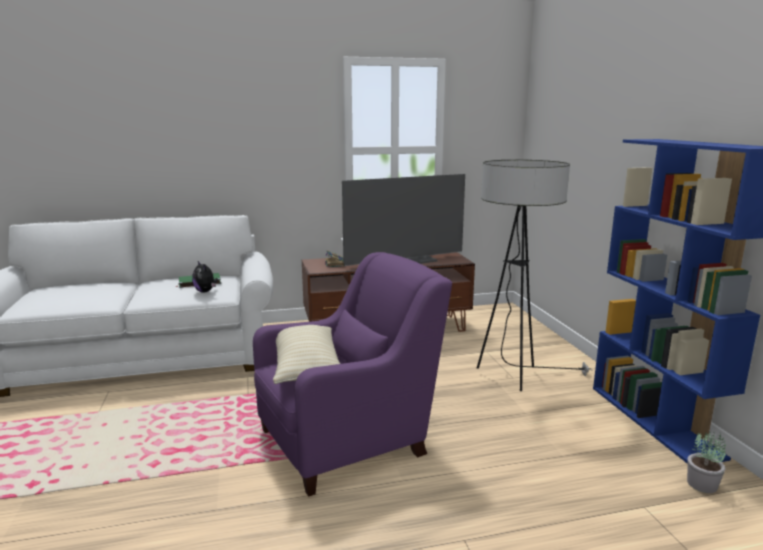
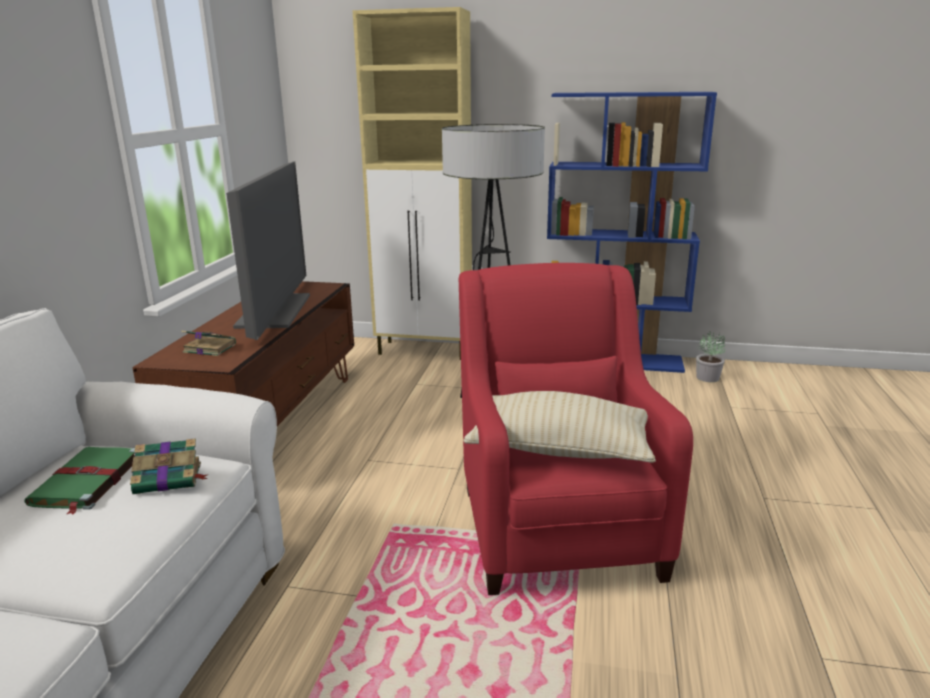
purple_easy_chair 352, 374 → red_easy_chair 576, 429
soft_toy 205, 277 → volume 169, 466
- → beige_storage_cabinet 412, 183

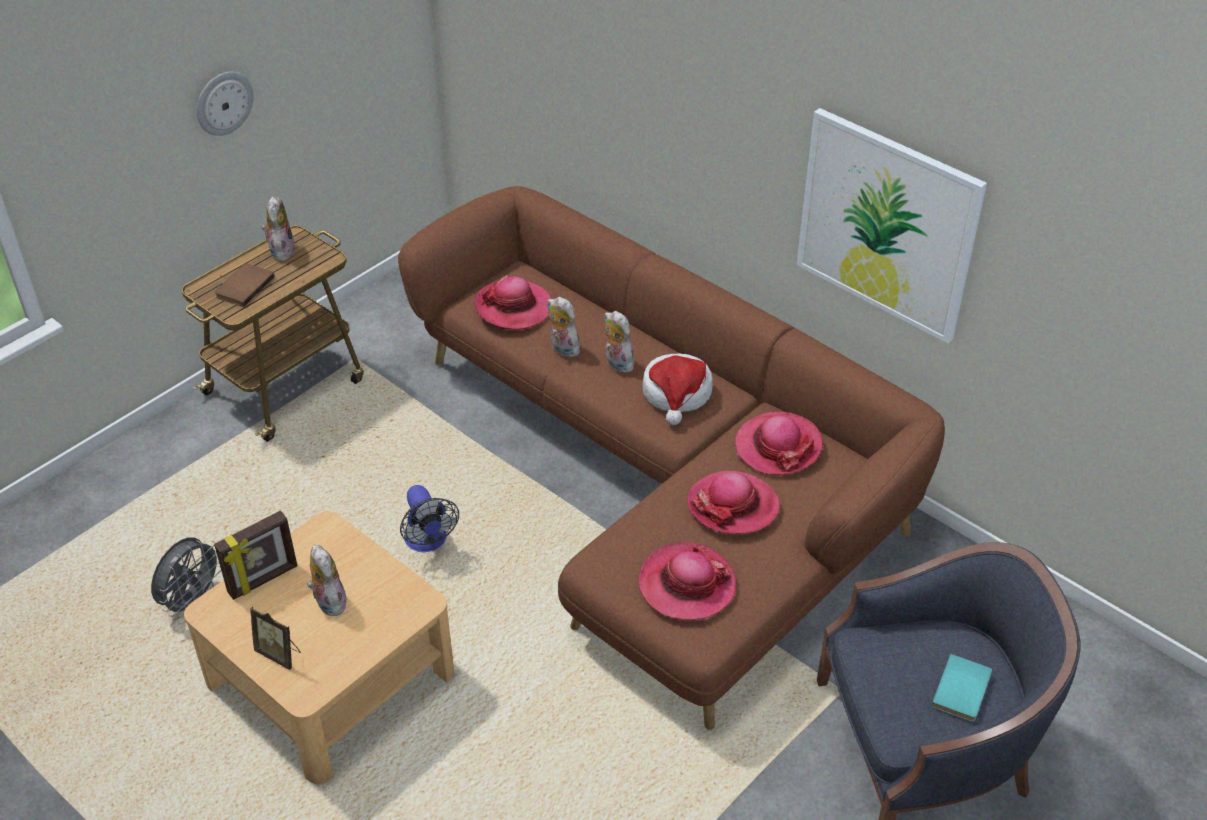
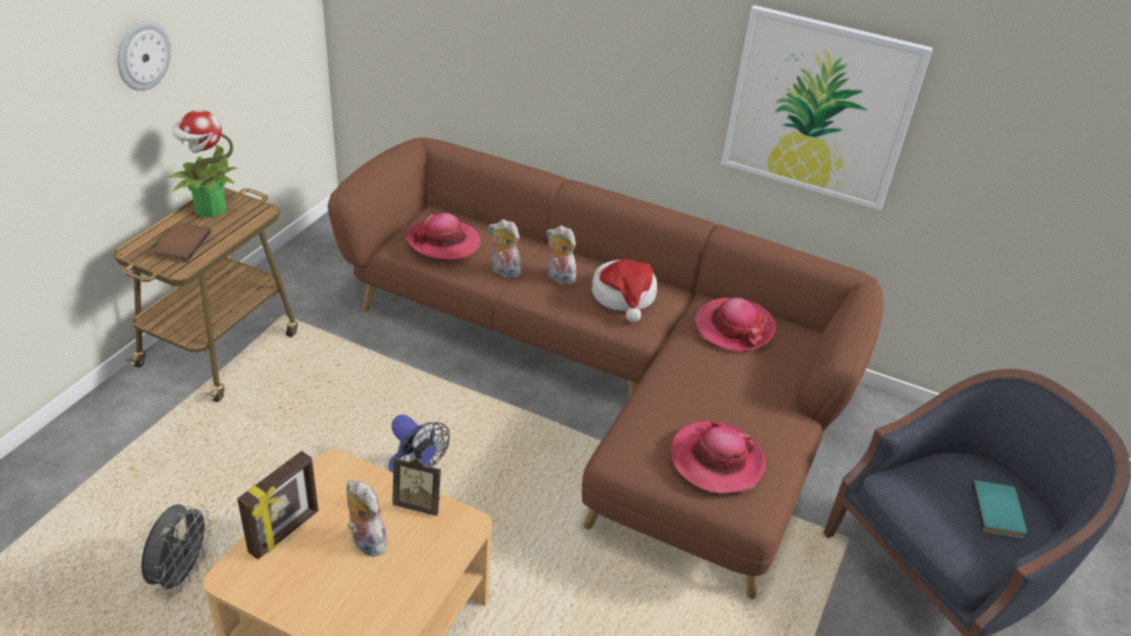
soft_toy 279, 228 → houseplant 203, 163
hat 733, 502 → -
photo_frame 275, 638 → photo_frame 416, 486, moved

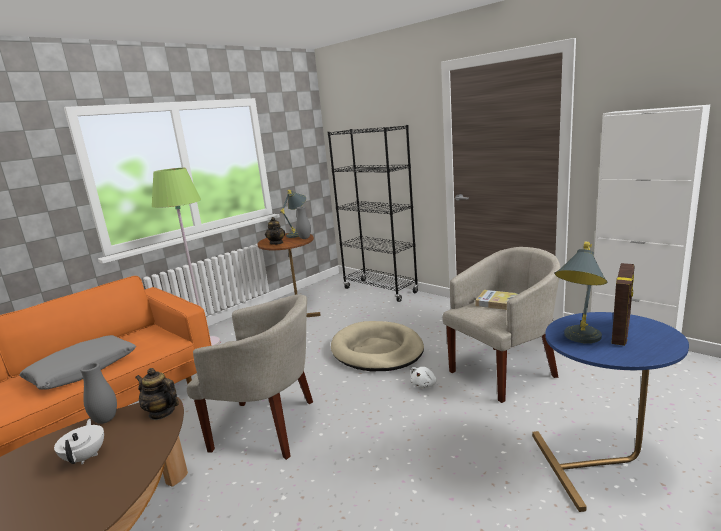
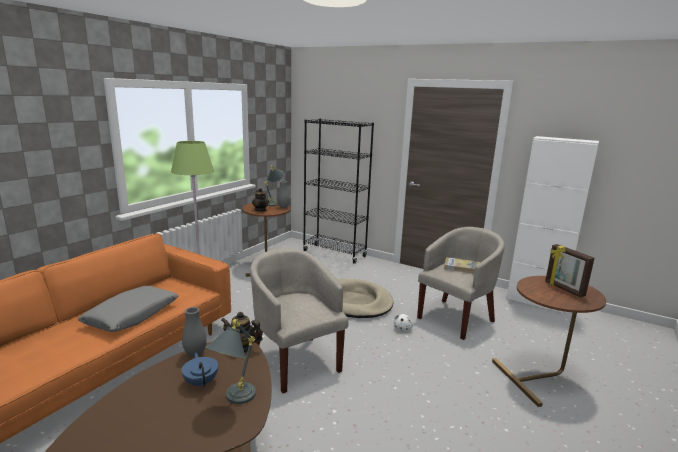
gray_table_lamp 581, 292 → gray_table_lamp 230, 361, moved
photo_frame 623, 304 → photo_frame 569, 271, 135 degrees clockwise
beige_easy_chair 250, 377 → beige_easy_chair 299, 321, 120 degrees counterclockwise
blue_side_table 610, 412 → brown-coloured_side_table 549, 341
whitish_pot_for_tea 79, 441 → blue_pot_for_tea 200, 370

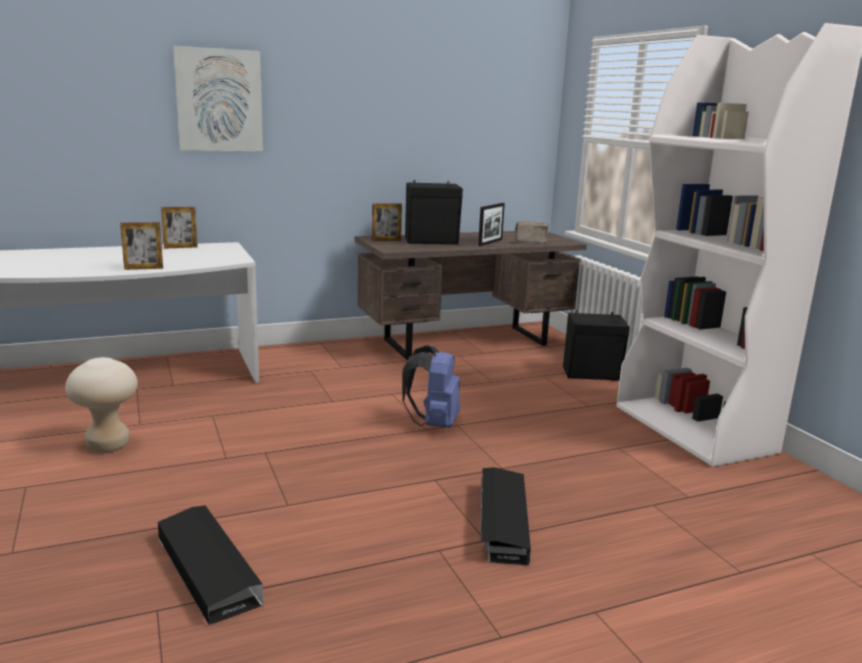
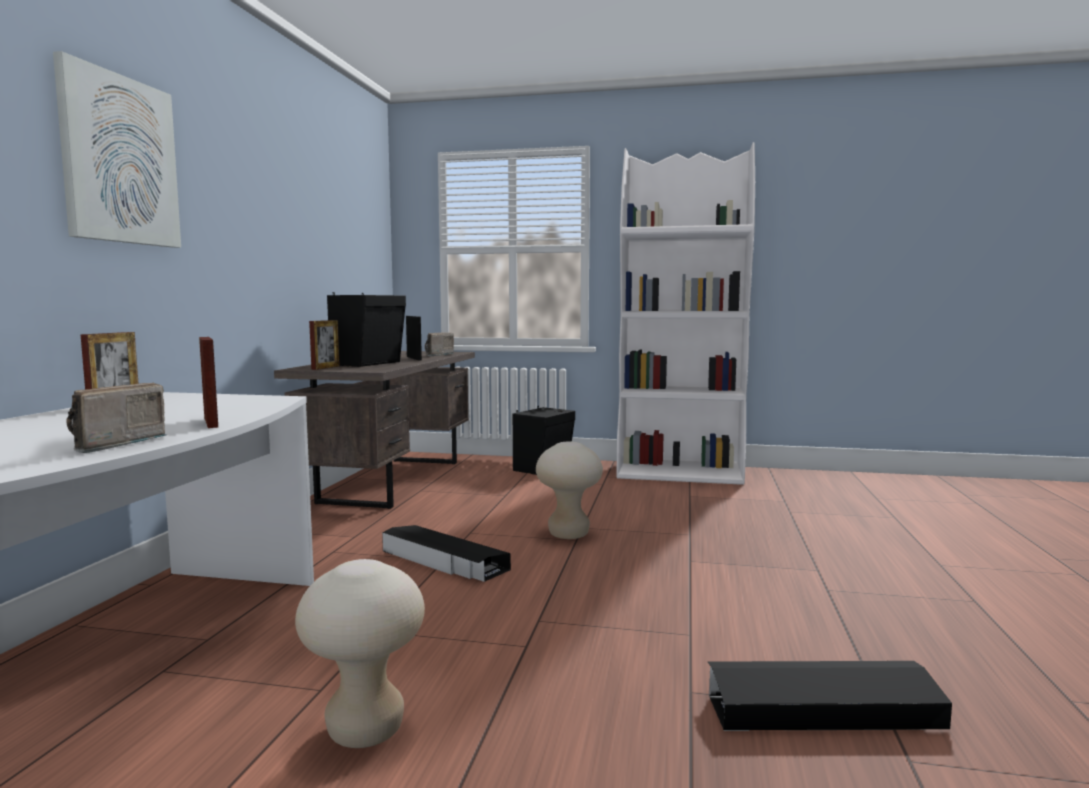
photo_frame 141, 246 → photo_frame 208, 382, 45 degrees counterclockwise
blue_backpack 431, 386 → beige_stool_seat 569, 490
black-coloured_storage_box 505, 516 → black-coloured_storage_box 446, 553, moved
- → radio_receiver 116, 417

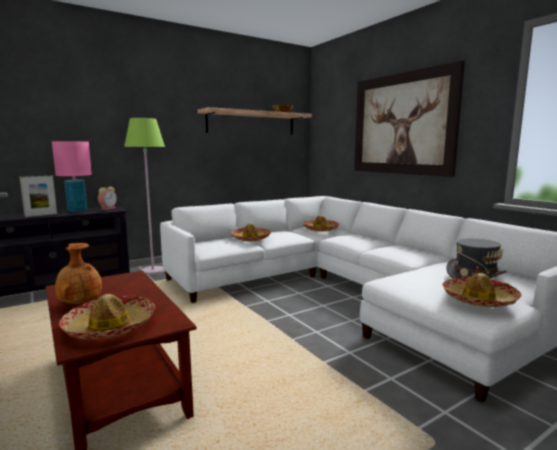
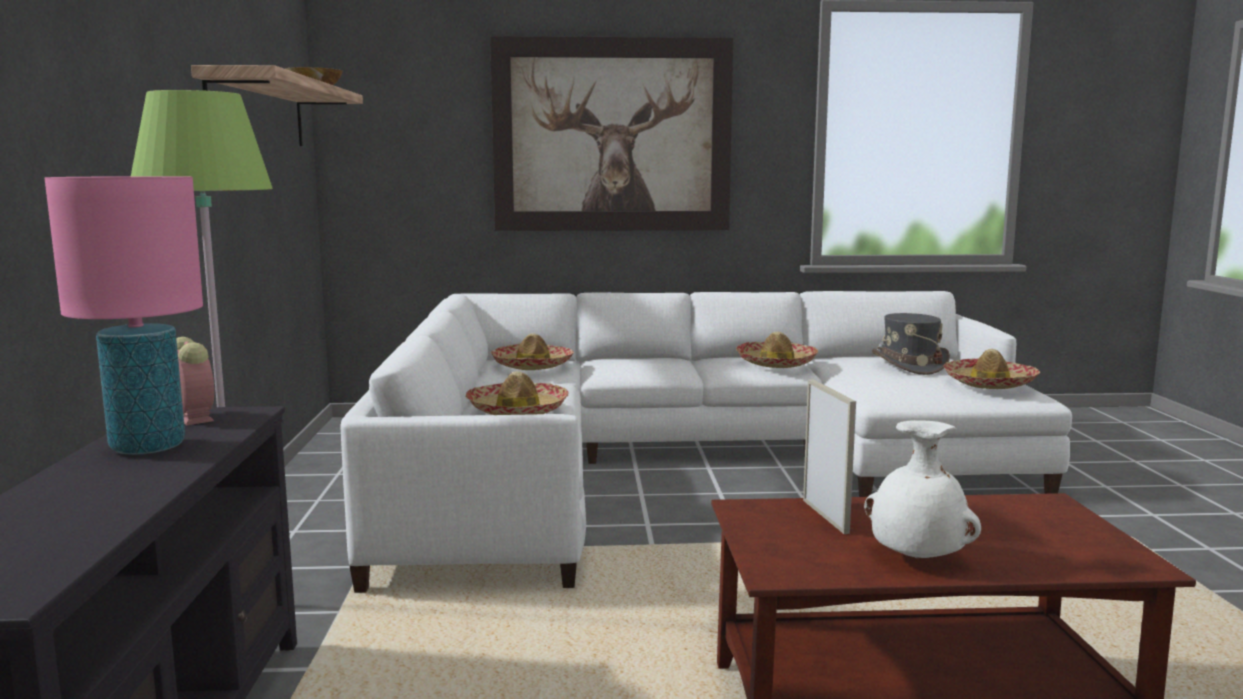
photo_frame 38, 196 → photo_frame 829, 456, moved
brown-coloured_decorative_vase 78, 273 → whitish_decorative_vase 922, 489
hat 107, 317 → hat 777, 350, moved

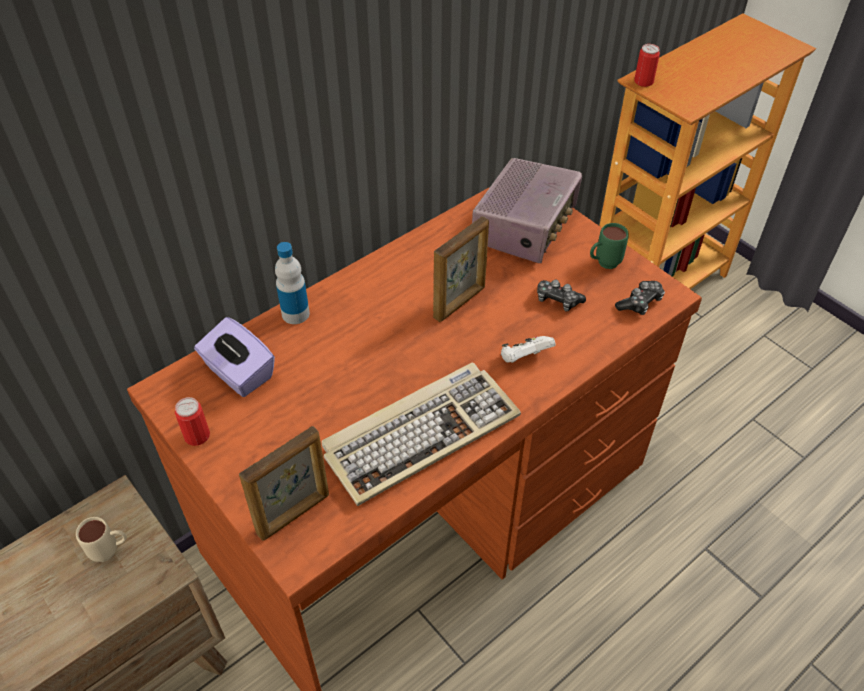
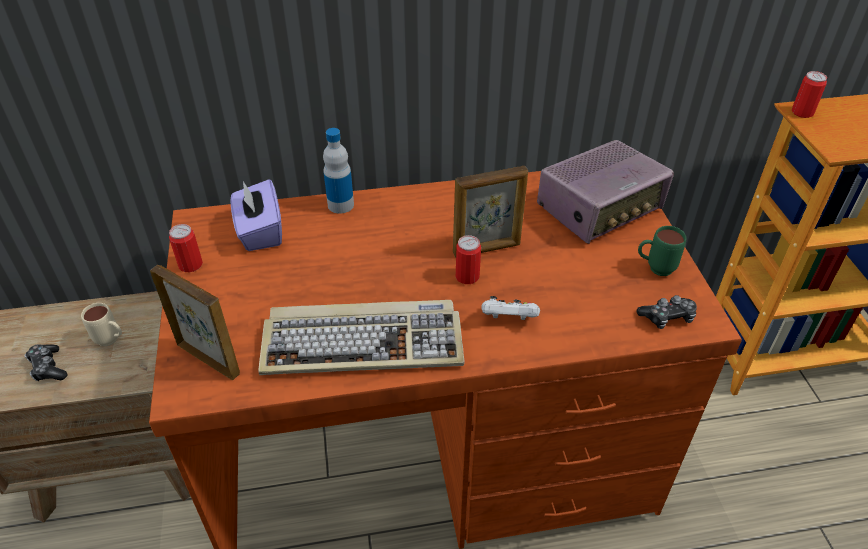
gamepad 561, 295 → gamepad 46, 362, moved
photo_frame 284, 483 → photo_frame 195, 323, 135 degrees counterclockwise
- → sealed_can 468, 259

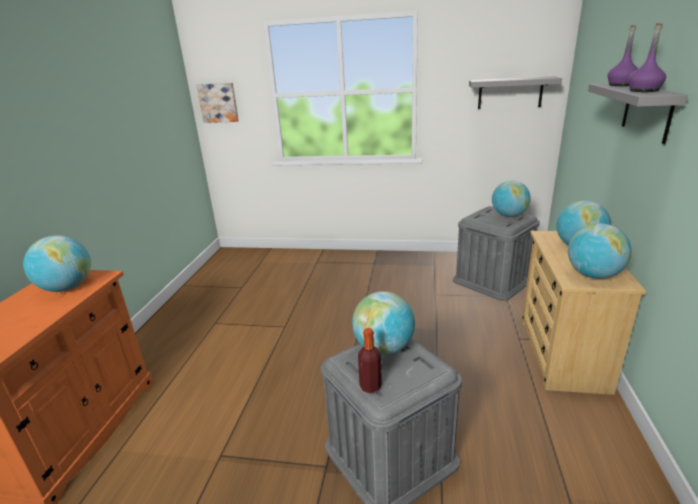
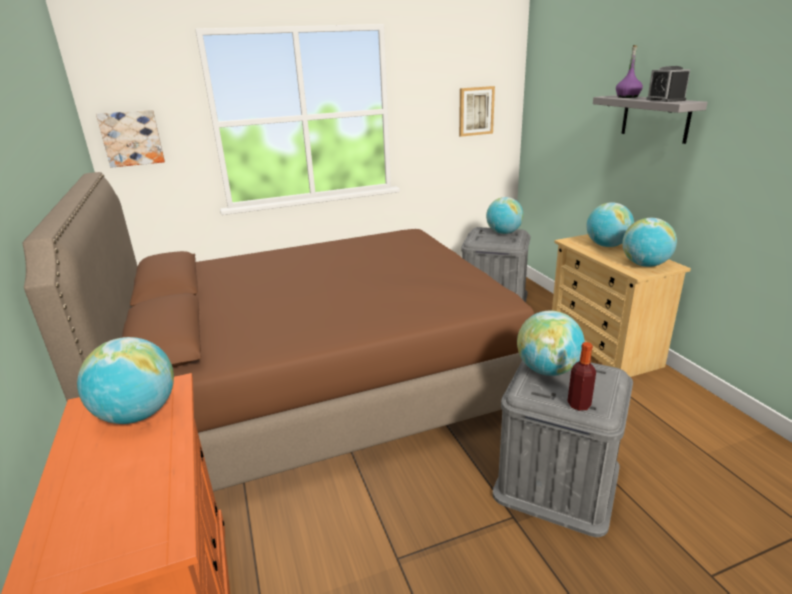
purple_beverage_bottle 647, 57 → bedside_clock 668, 84
gray_wall_shelf 515, 92 → wall_art 477, 111
- → brown-coloured_sleeping_bed 278, 331

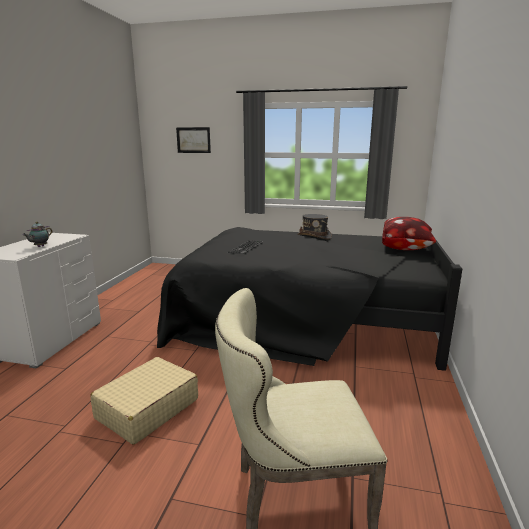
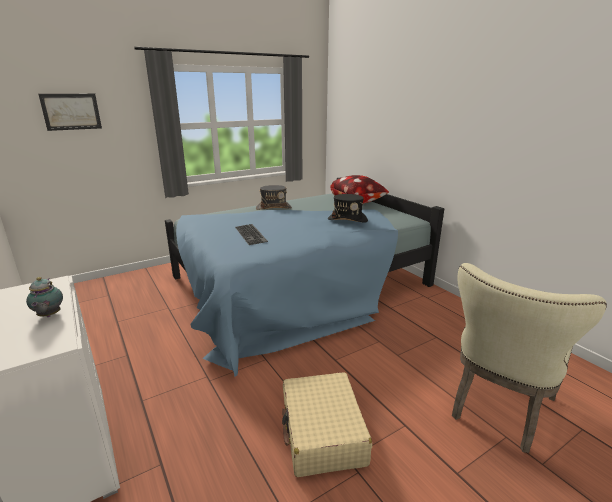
black-coloured_sleeping_bed 309, 299 → blue_sleeping_bed 304, 277
- → black-coloured_hat 348, 208

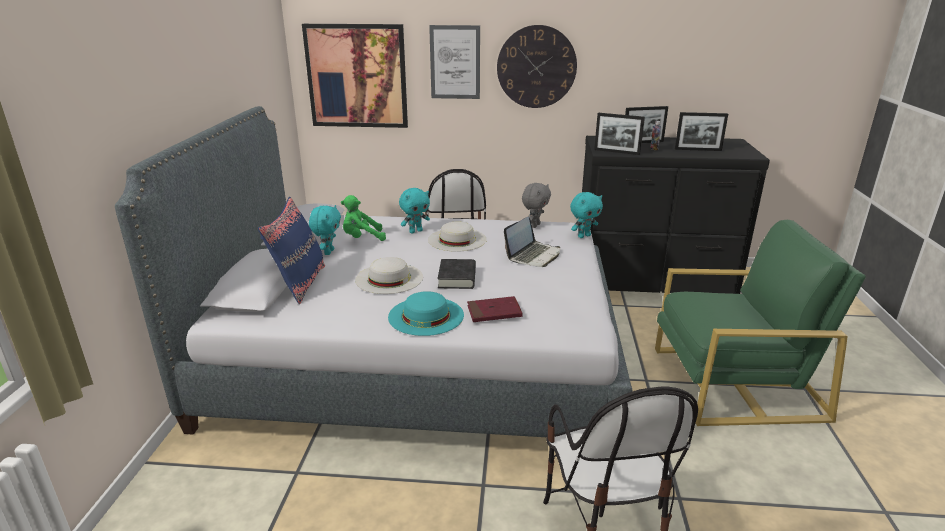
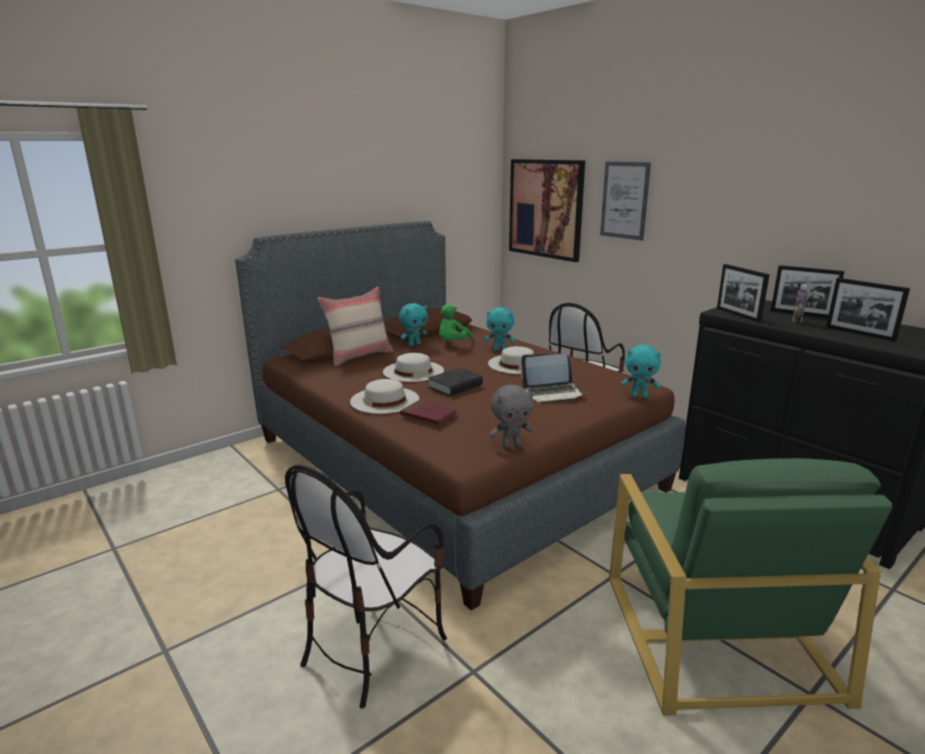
hanging_clock 537, 66 → -
gray_sleeping_bed 373, 271 → brown-coloured_sleeping_bed 460, 415
gray_soft_toy 536, 205 → gray_soft_toy 512, 416, moved
greenish_soft_toy 363, 218 → greenish_soft_toy 456, 322, 90 degrees counterclockwise
blue_cushion 291, 250 → beige_cushion 356, 327
greenish_easy_chair 760, 323 → greenish_easy_chair 750, 587, 45 degrees clockwise
turquoise-coloured_hat 426, 313 → whitish_hat 384, 396

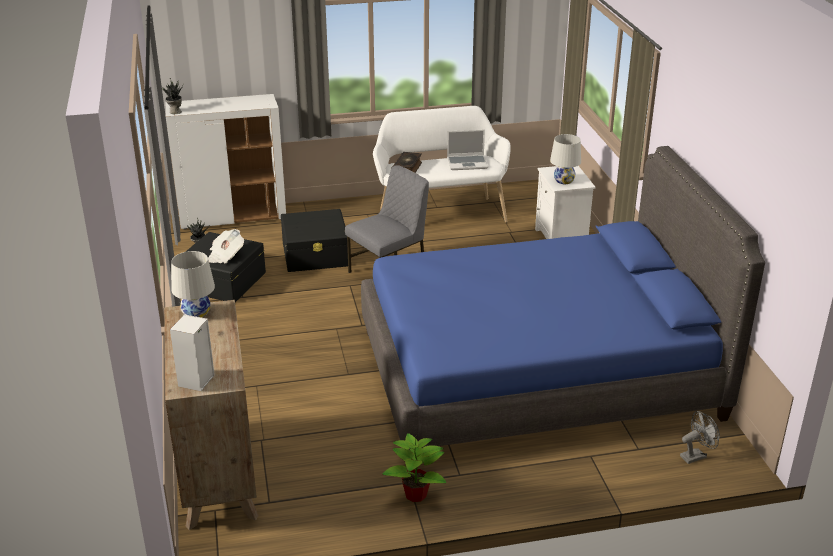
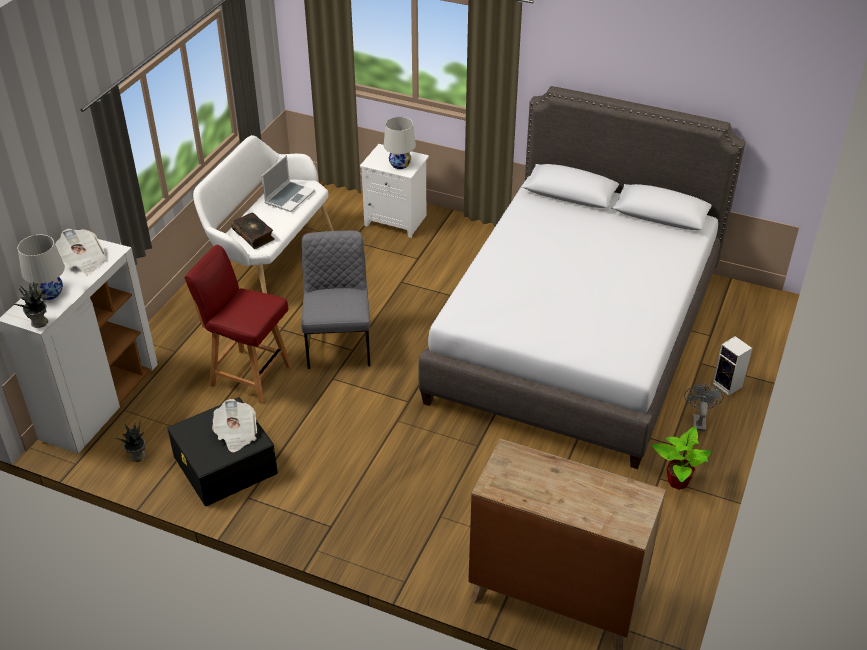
blue_sleeping_bed 563, 298 → gray_sleeping_bed 582, 277
black-coloured_storage_box 314, 240 → red_chair 238, 324
whitish_table_lamp 193, 284 → whitish_table_lamp 41, 267, moved
loudspeaker 192, 352 → loudspeaker 732, 366, moved
gray_fan 700, 437 → gray_fan 703, 408, moved
- → daily_paper 80, 251

